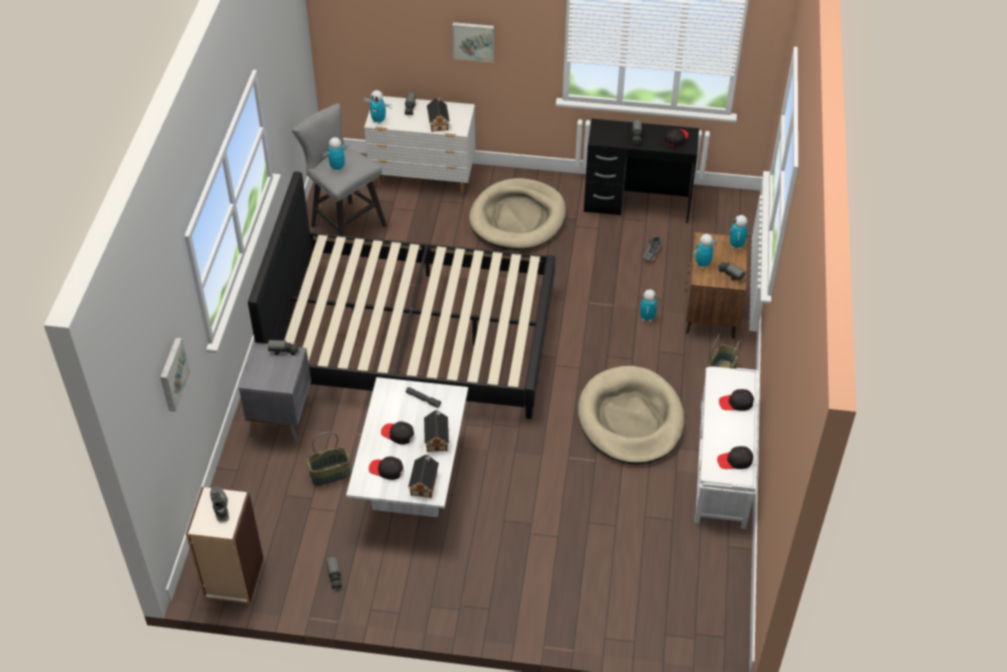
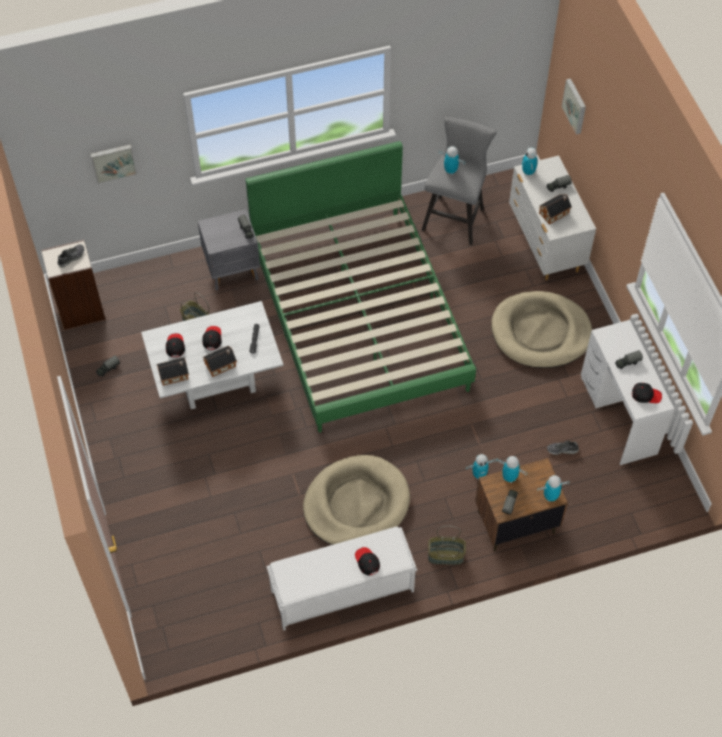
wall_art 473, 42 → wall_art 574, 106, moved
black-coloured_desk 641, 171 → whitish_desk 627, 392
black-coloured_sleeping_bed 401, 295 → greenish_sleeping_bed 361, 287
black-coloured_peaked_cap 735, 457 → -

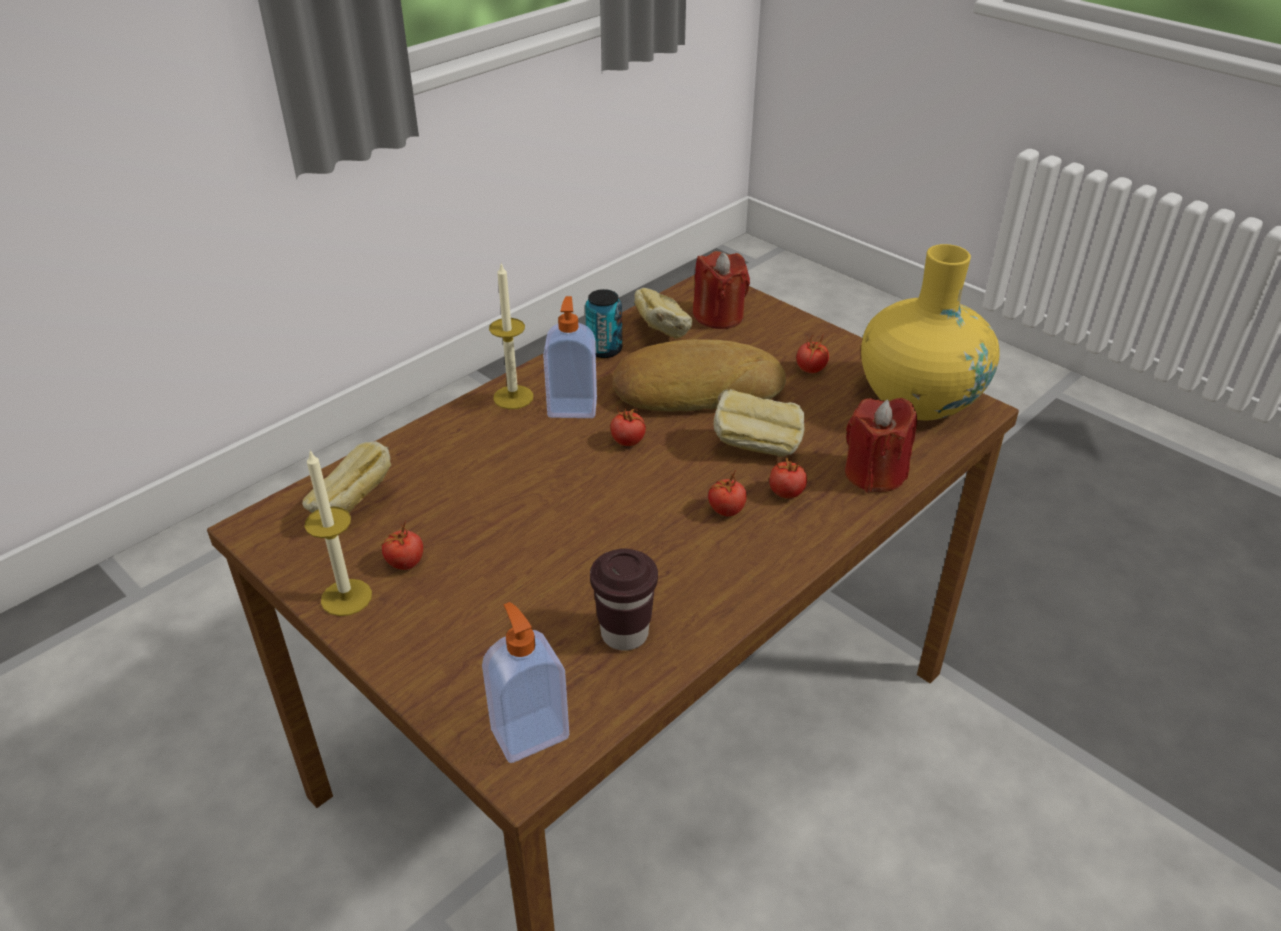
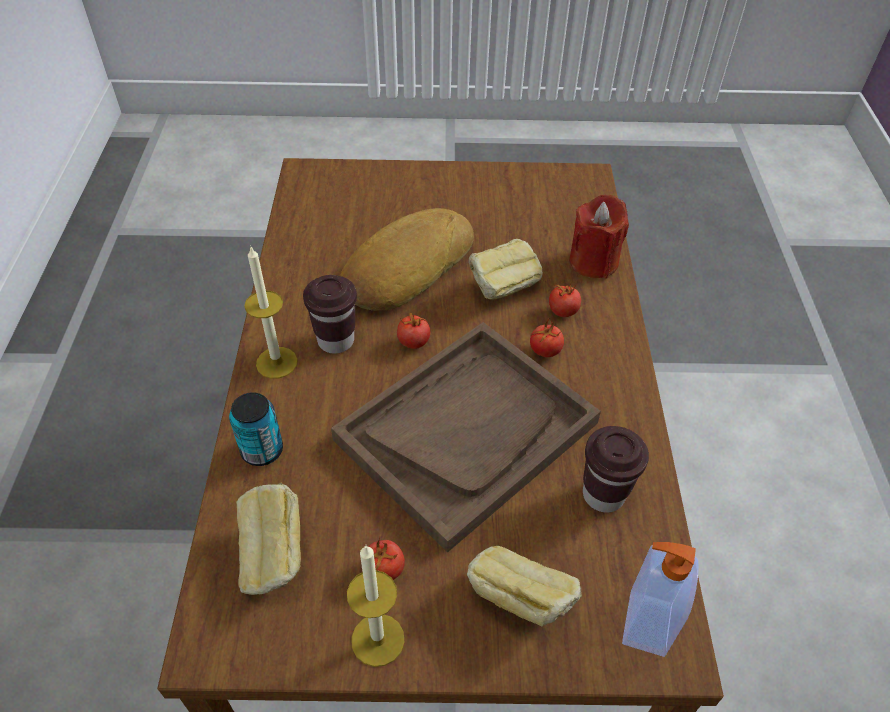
yellow_decorative_vase 930, 332 → -
red_wax_candle 721, 290 → -
bread 663, 313 → bread 524, 586, moved
sealed_can 603, 323 → sealed_can 256, 429, moved
soap_dispenser 570, 357 → brown-coloured_small_cup 330, 314
tomato 812, 353 → -
- → brown-coloured_serving_tray 466, 437

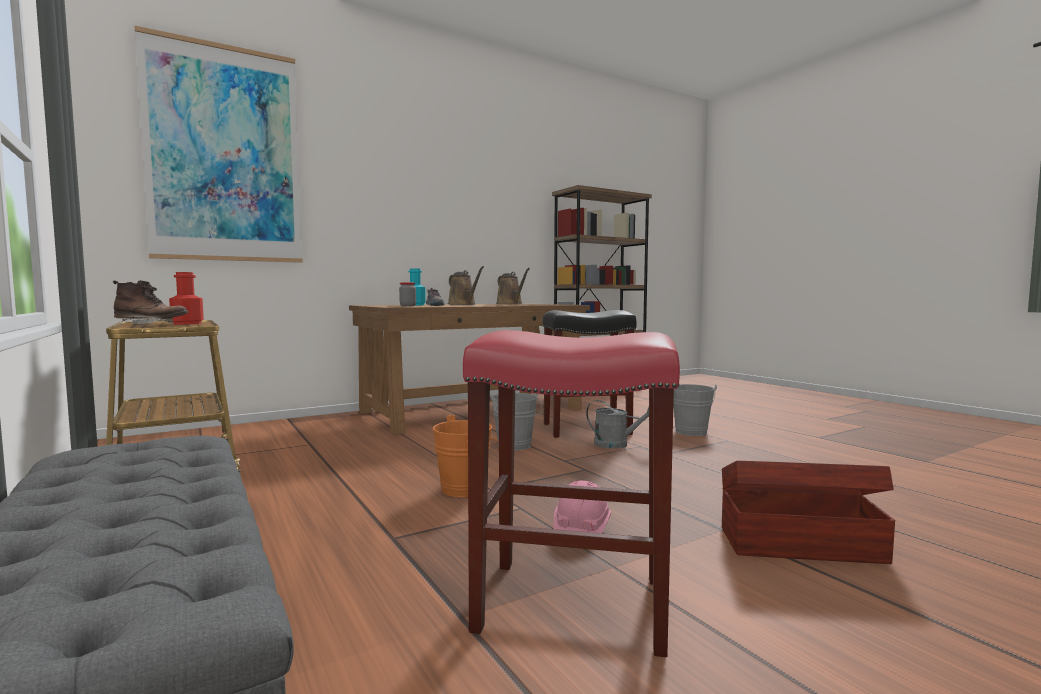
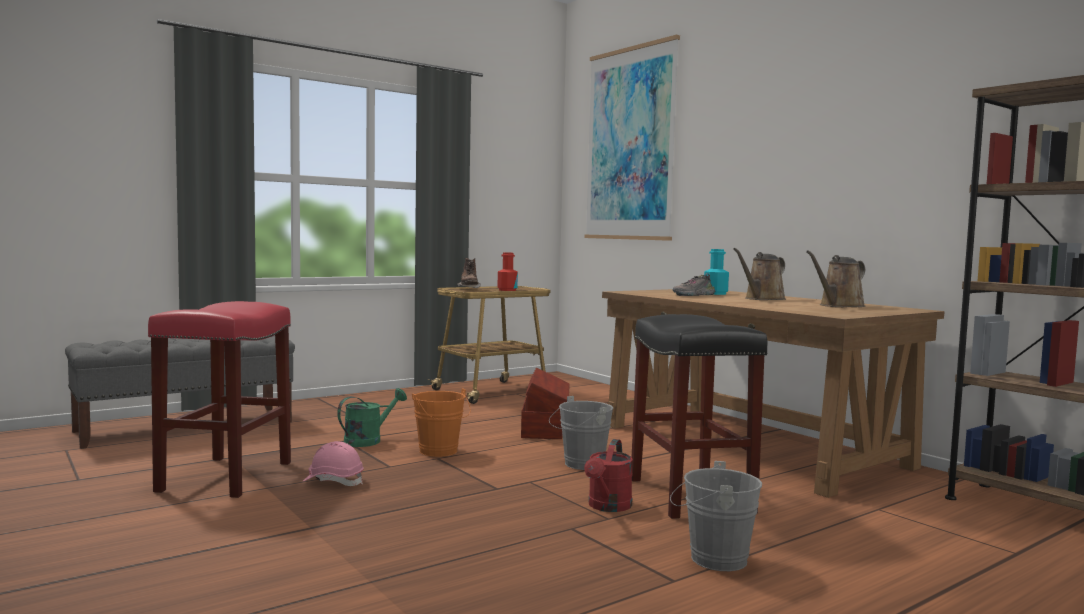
storage_jar 407, 294 → -
gray_sprinkling_can 617, 424 → red_sprinkling_can 608, 475
brown-coloured_storage_box 808, 512 → brown-coloured_storage_box 545, 403, moved
- → greenish_sprinkling_can 372, 417

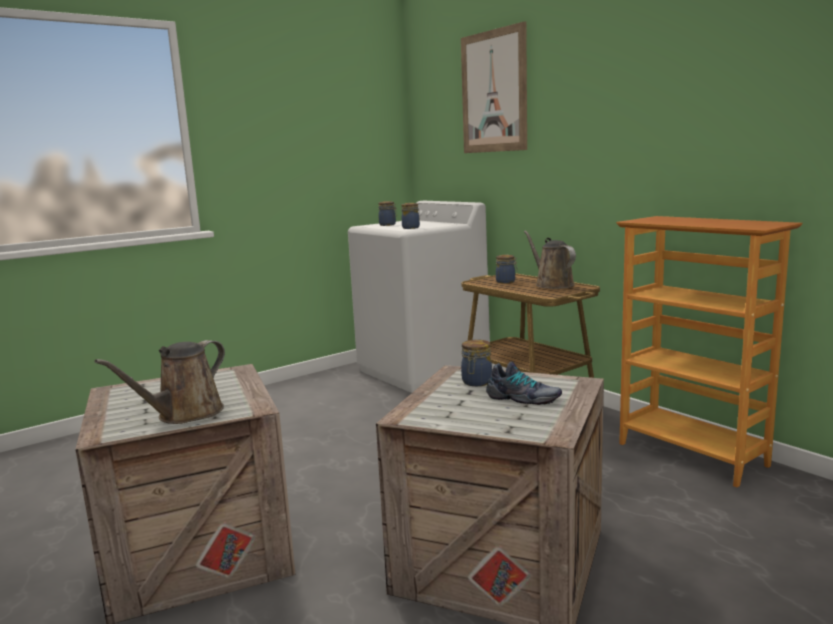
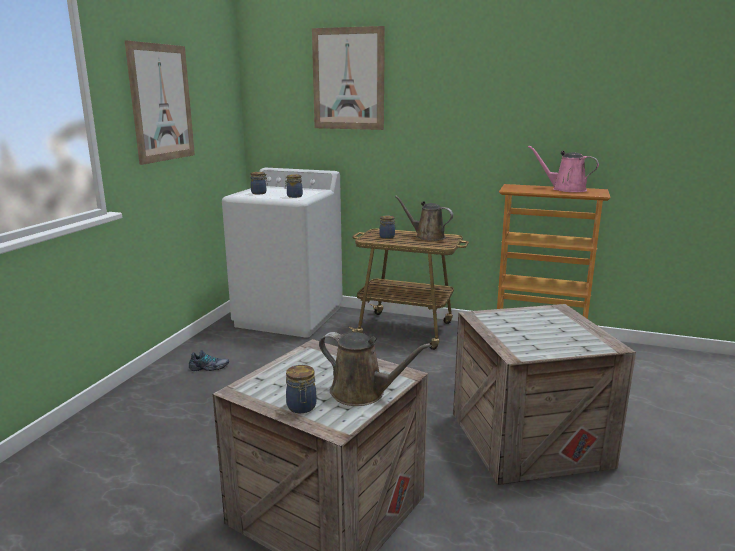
brown-coloured_sprinkling_can 160, 382 → brown-coloured_sprinkling_can 375, 369, 60 degrees counterclockwise
storage_jar 476, 363 → storage_jar 301, 389, moved
low_shoe 524, 383 → low_shoe 209, 360, moved
- → wall_art 160, 102
- → pink_sprinkling_can 563, 169

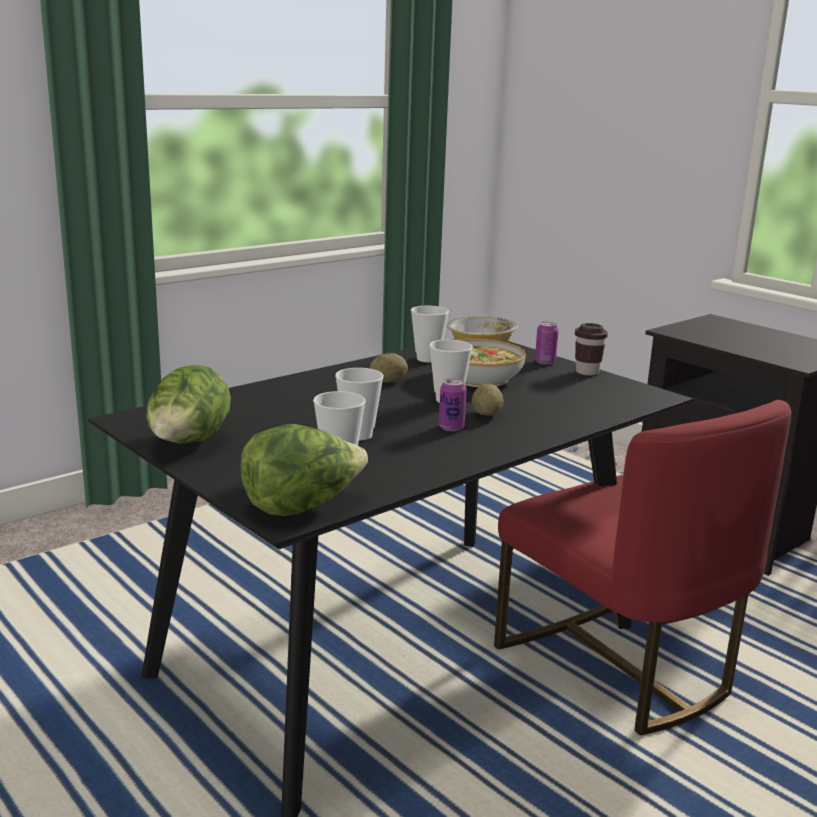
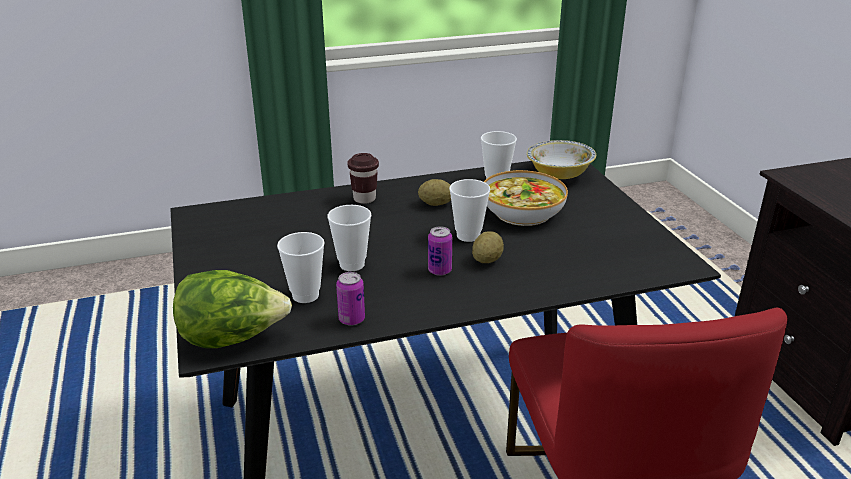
sealed_can 547, 343 → sealed_can 350, 299, moved
brown-coloured_small_cup 591, 349 → brown-coloured_small_cup 363, 178, moved
head_of_lettuce 188, 404 → -

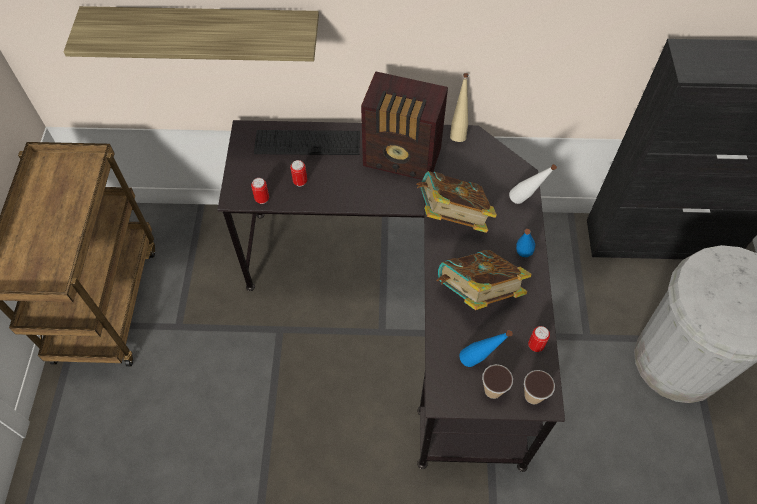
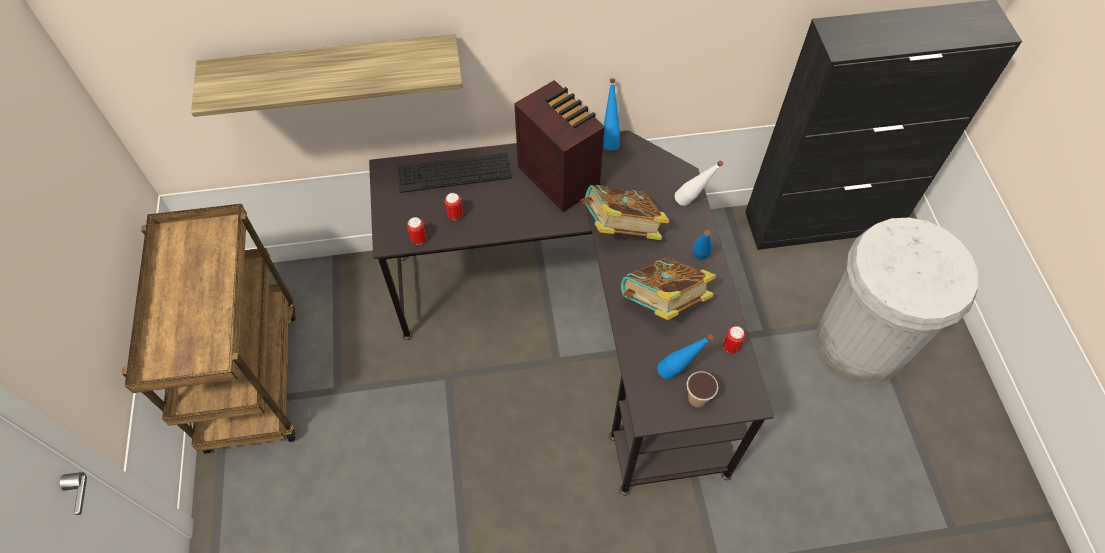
radio_receiver 404, 125 → radio_receiver 559, 146, 135 degrees counterclockwise
beige_beverage_bottle 459, 107 → blue_beverage_bottle 611, 114
small_cup 539, 387 → -

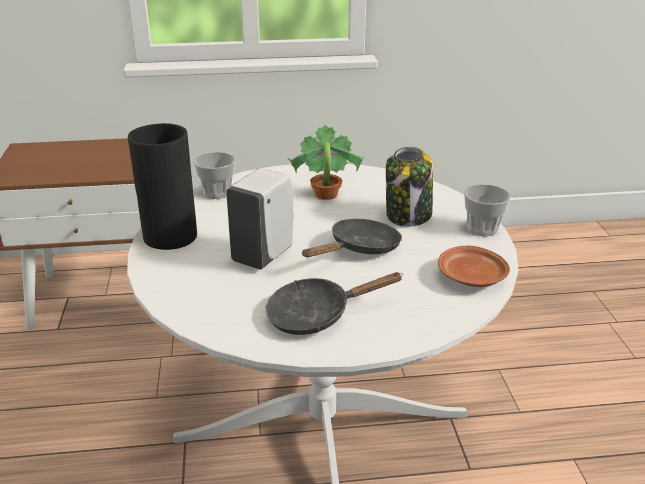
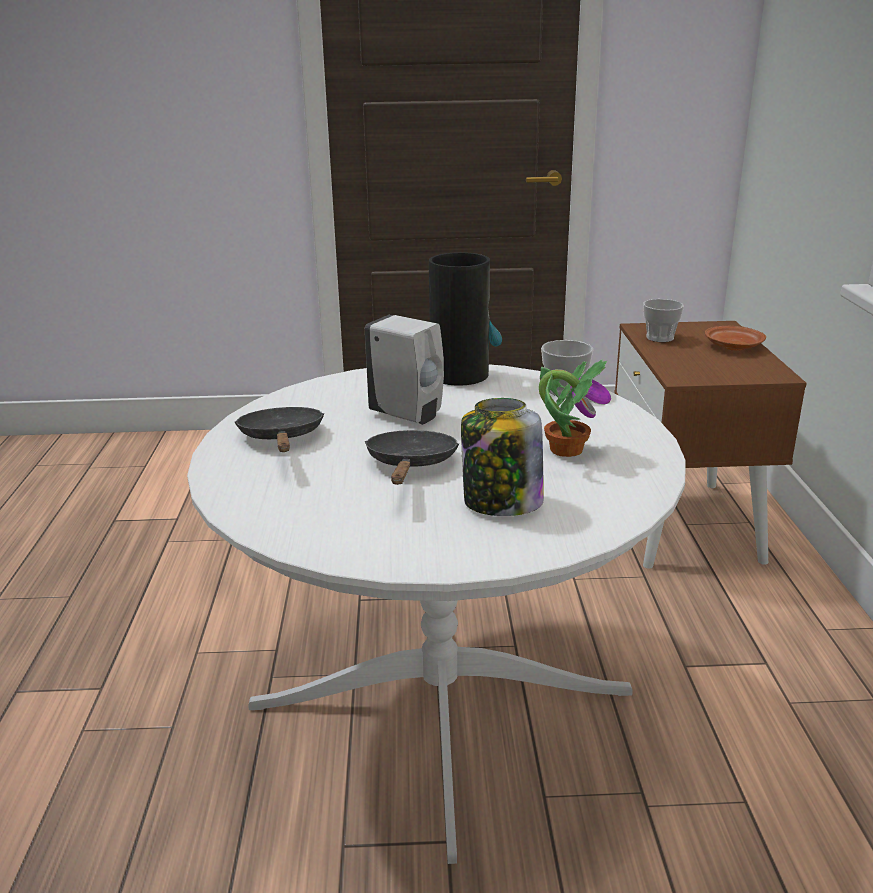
small_cup 487, 210 → small_cup 663, 320, moved
black-coloured_skillet 352, 238 → black-coloured_skillet 412, 457, 135 degrees counterclockwise
brown-coloured_plate 474, 266 → brown-coloured_plate 735, 338, moved

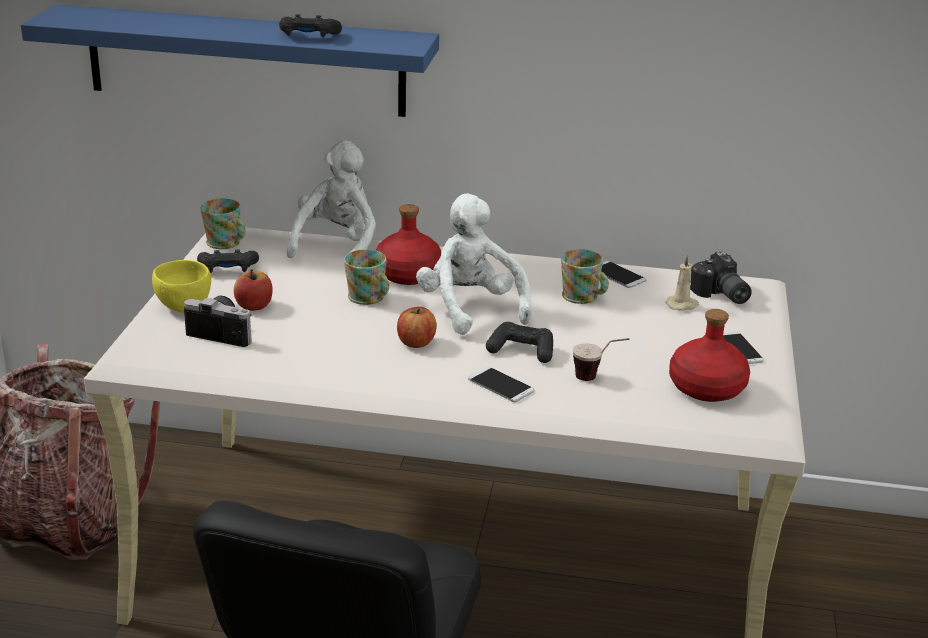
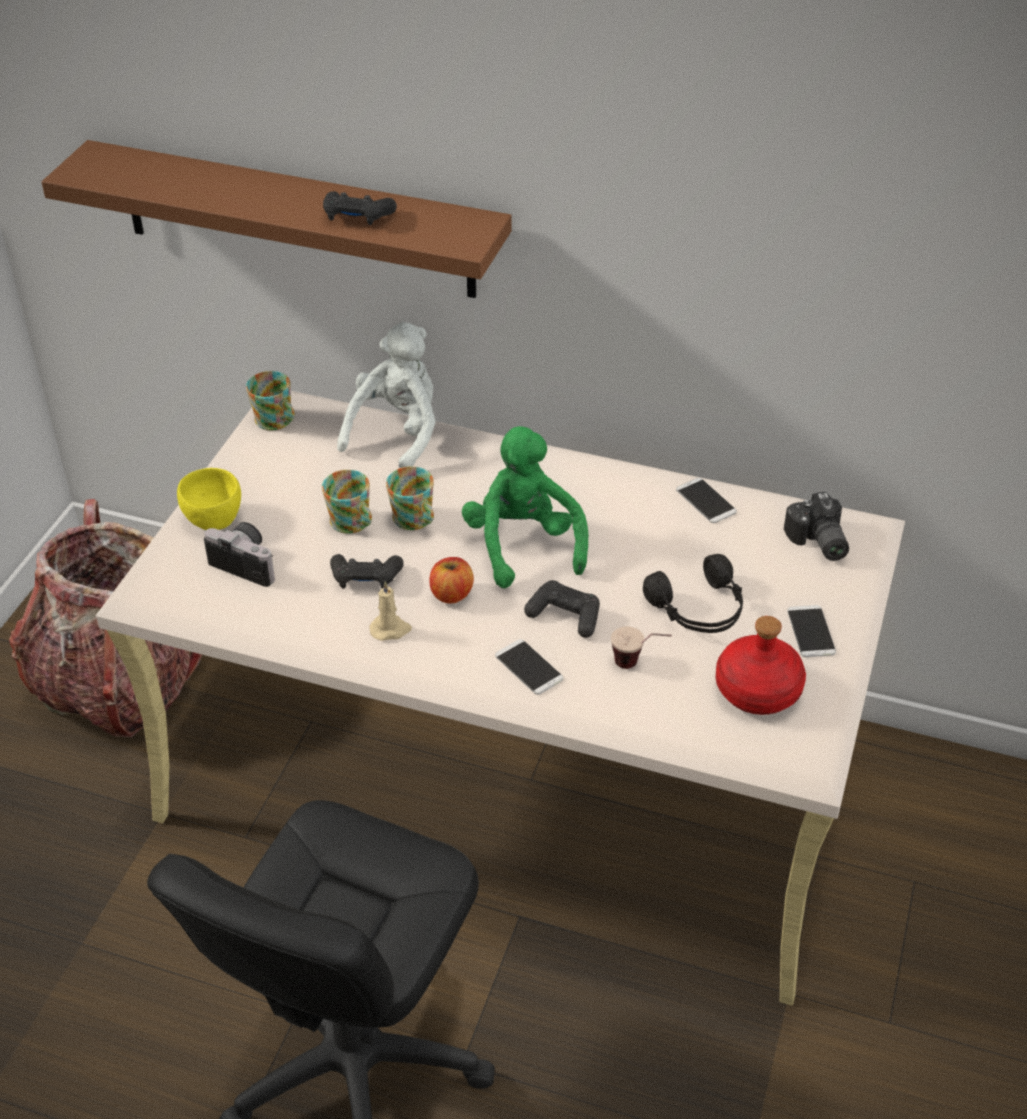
blue_wall_shelf 230, 60 → brown-coloured_wall_shelf 277, 219
whitish_soft_toy 474, 264 → greenish_soft_toy 525, 507
red_beverage_bottle 408, 244 → -
black-coloured_gamepad 228, 261 → black-coloured_gamepad 367, 571, moved
tea_mug 585, 276 → tea_mug 347, 502, moved
beige_wax_candle 682, 282 → beige_wax_candle 391, 611, moved
apple_fruit 253, 290 → -
- → black-coloured_headphones 693, 593

